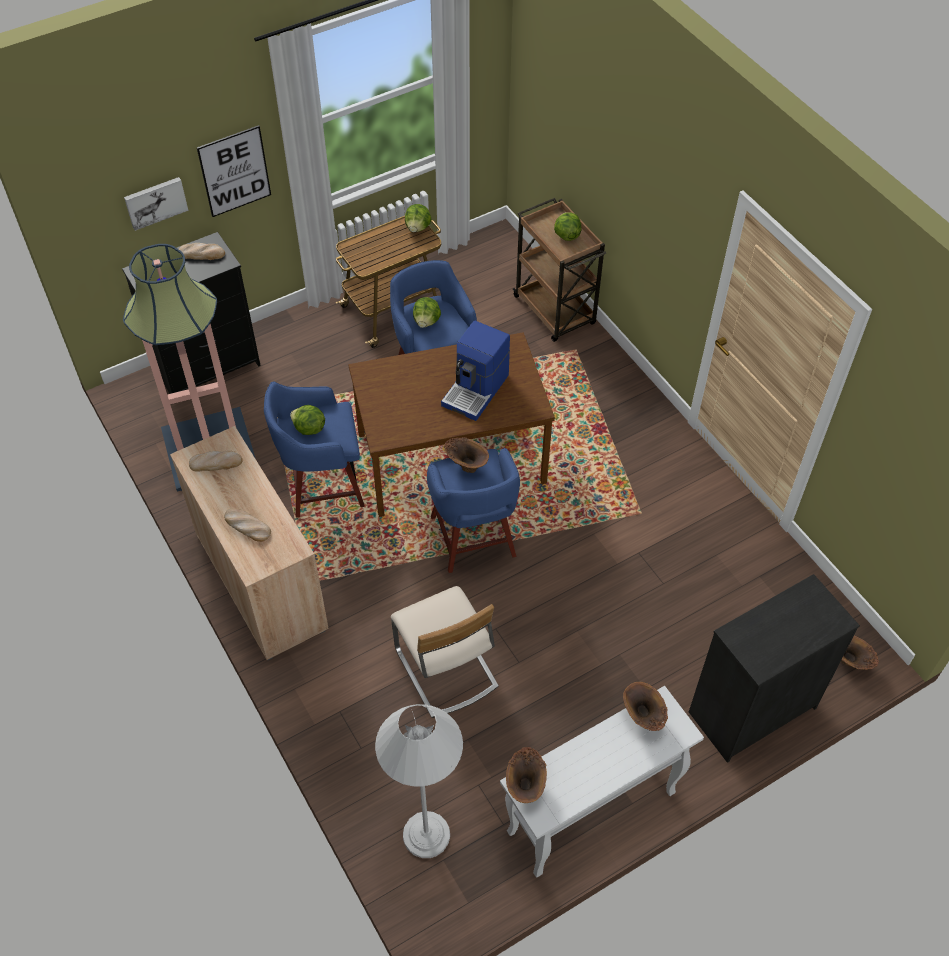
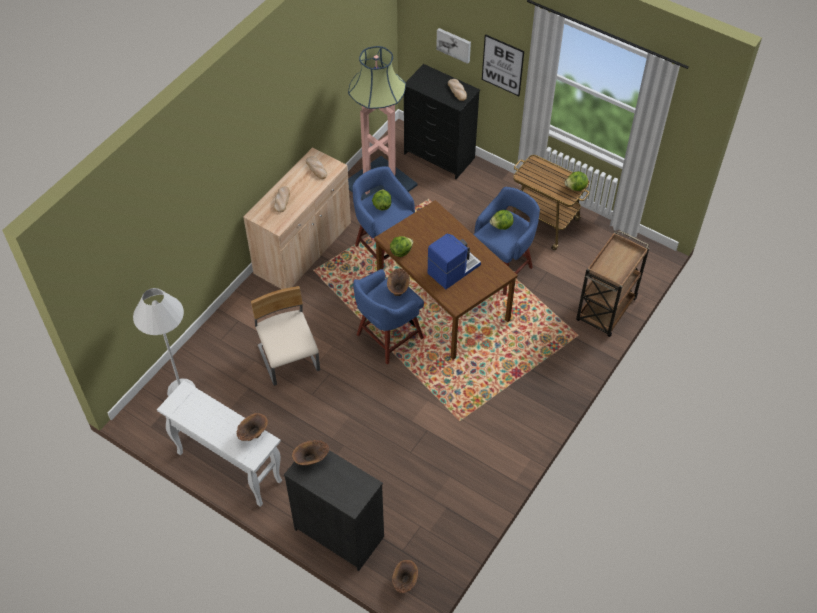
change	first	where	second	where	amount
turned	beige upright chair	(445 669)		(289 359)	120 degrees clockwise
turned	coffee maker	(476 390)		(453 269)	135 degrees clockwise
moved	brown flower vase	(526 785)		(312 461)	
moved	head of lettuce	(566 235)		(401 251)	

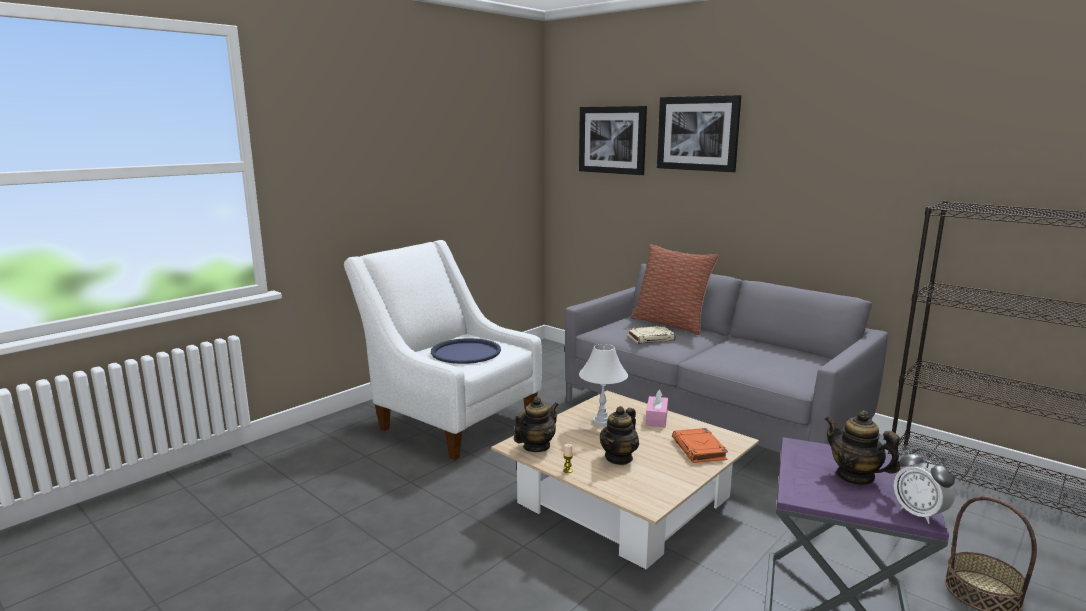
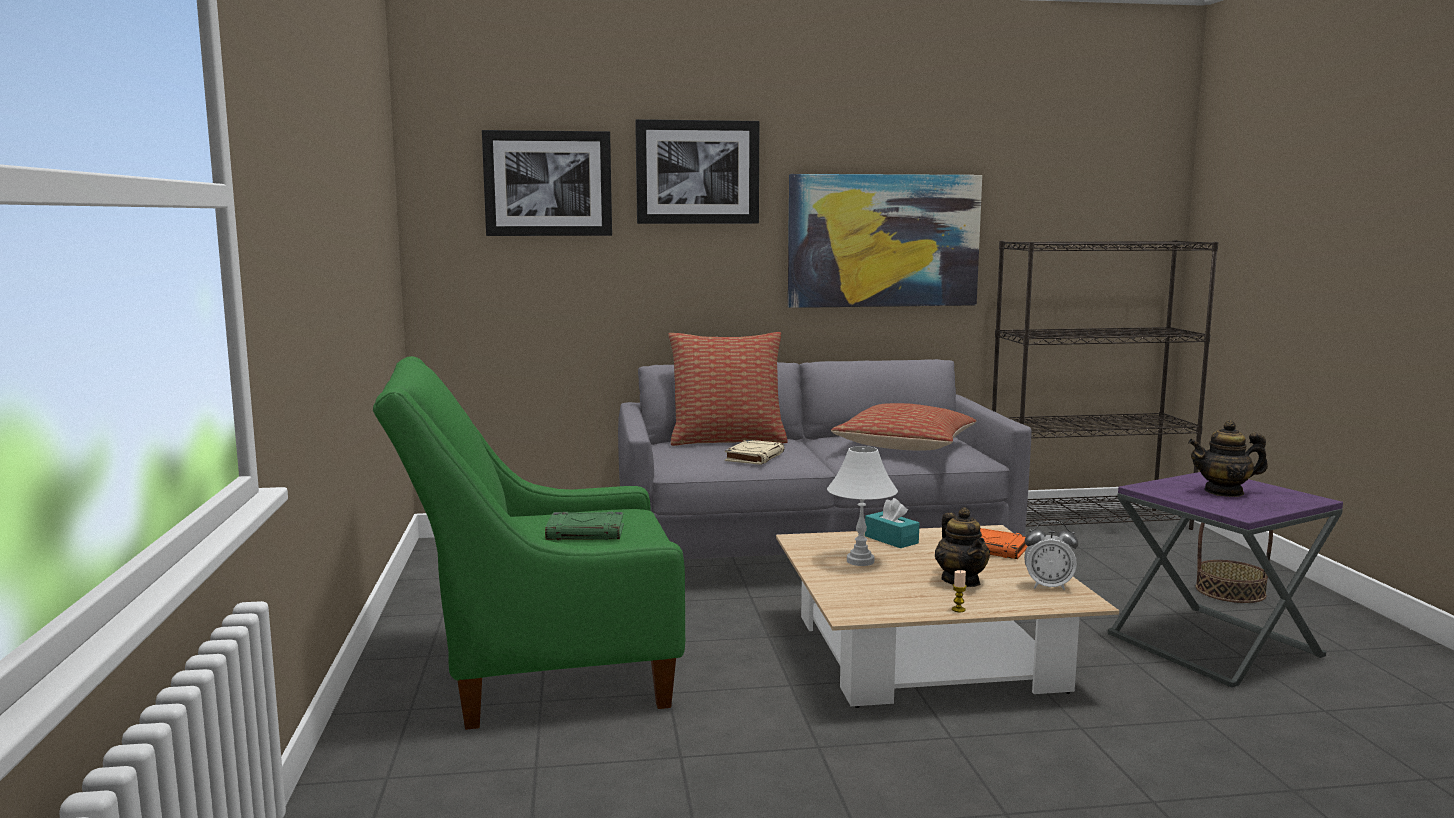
change	first	where	second	where	amount
recoloured	white lounge chair	(450 418)	green lounge chair	(538 671)	
replaced	blue tray	(466 352)	green book	(586 532)	
removed	teapot	(536 447)			
recoloured	pinkish tissue box	(656 418)	turquoise tissue box	(891 539)	
moved	alarm clock	(919 514)		(1048 586)	
added			wall picture	(883 241)	
added			cushion	(905 446)	

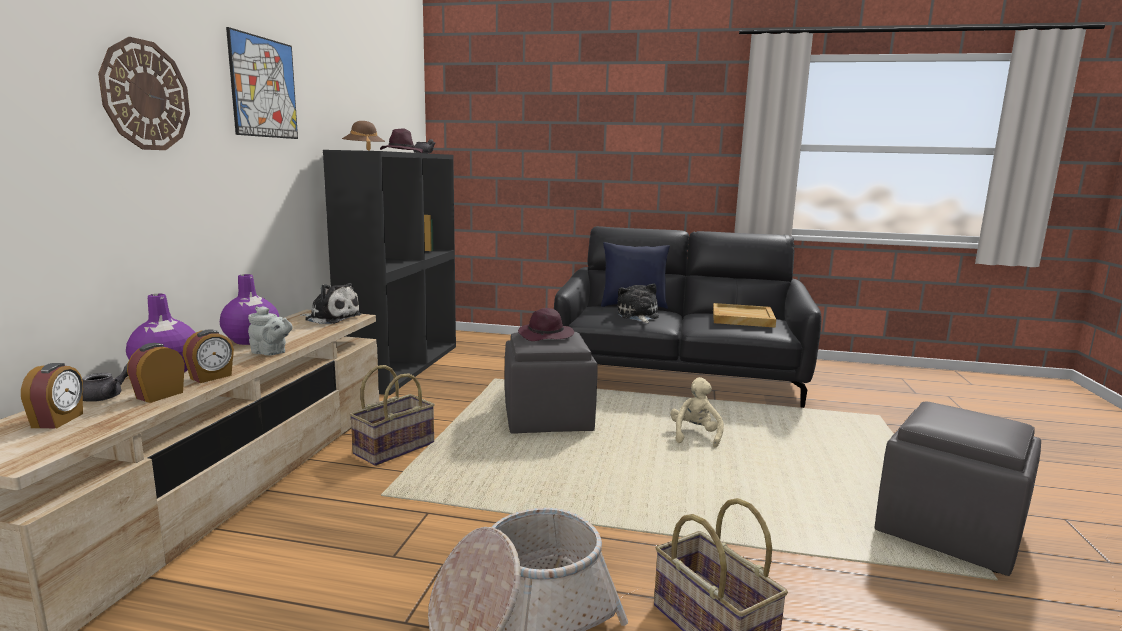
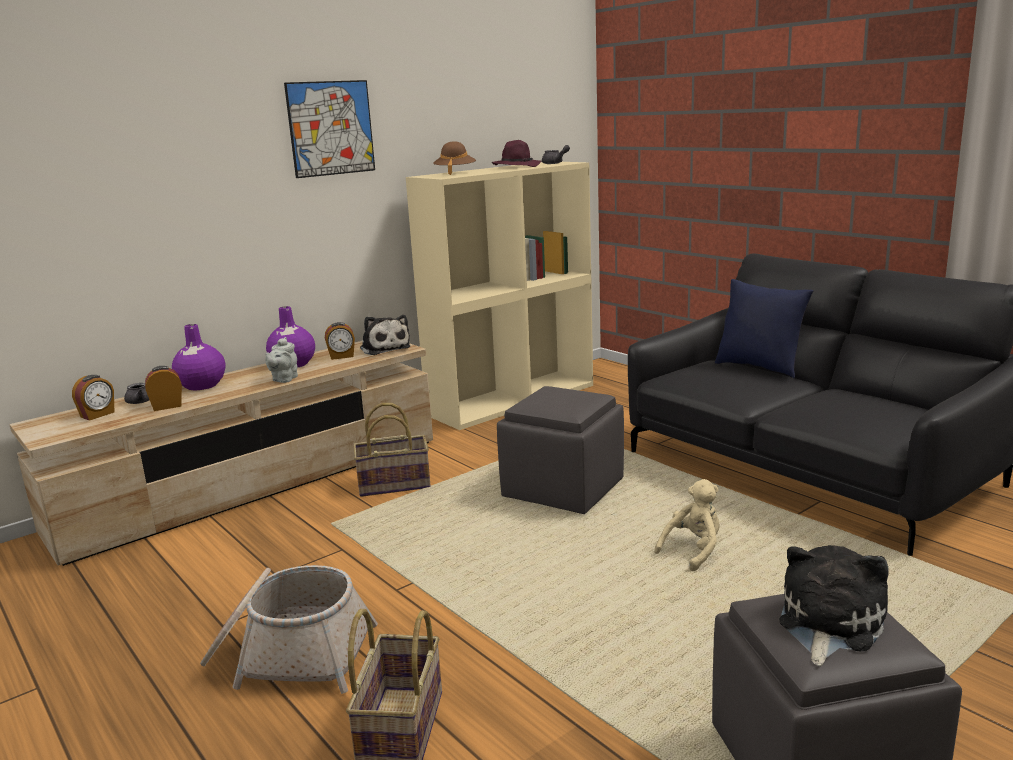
change	first	where	second	where	amount
removed	clock on the wall	(145 95)			
moved	alarm clock	(211 377)		(341 356)	
turned	greyish teapot	(271 353)		(284 379)	45 degrees clockwise
recoloured	black bookcase	(402 365)	beige bookcase	(512 399)	
removed	purple-coloured clothing hat	(546 336)			
moved	soft toy	(638 316)		(827 624)	
removed	beige tray	(742 318)			

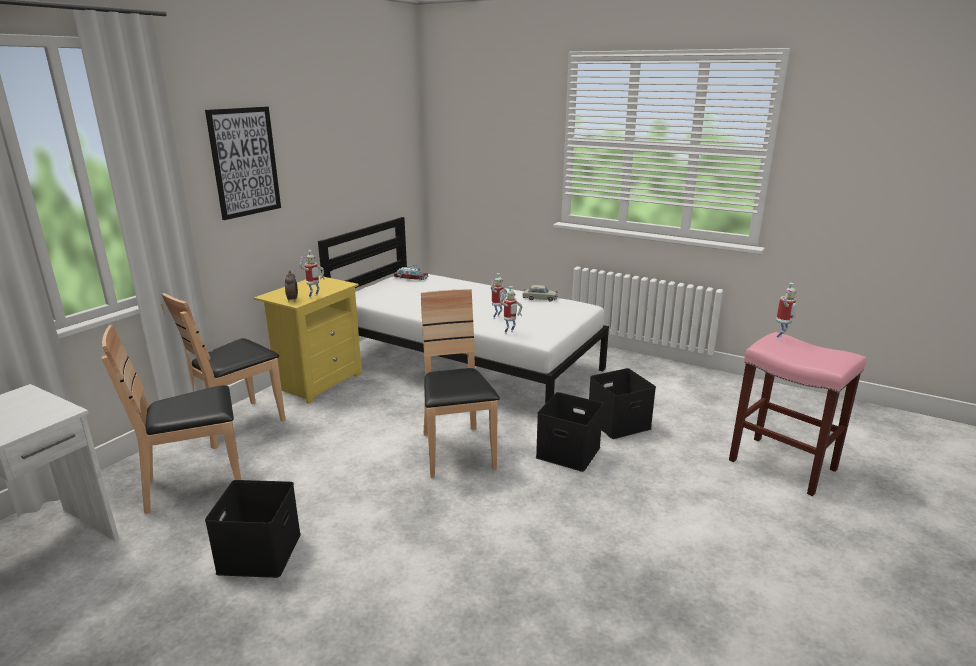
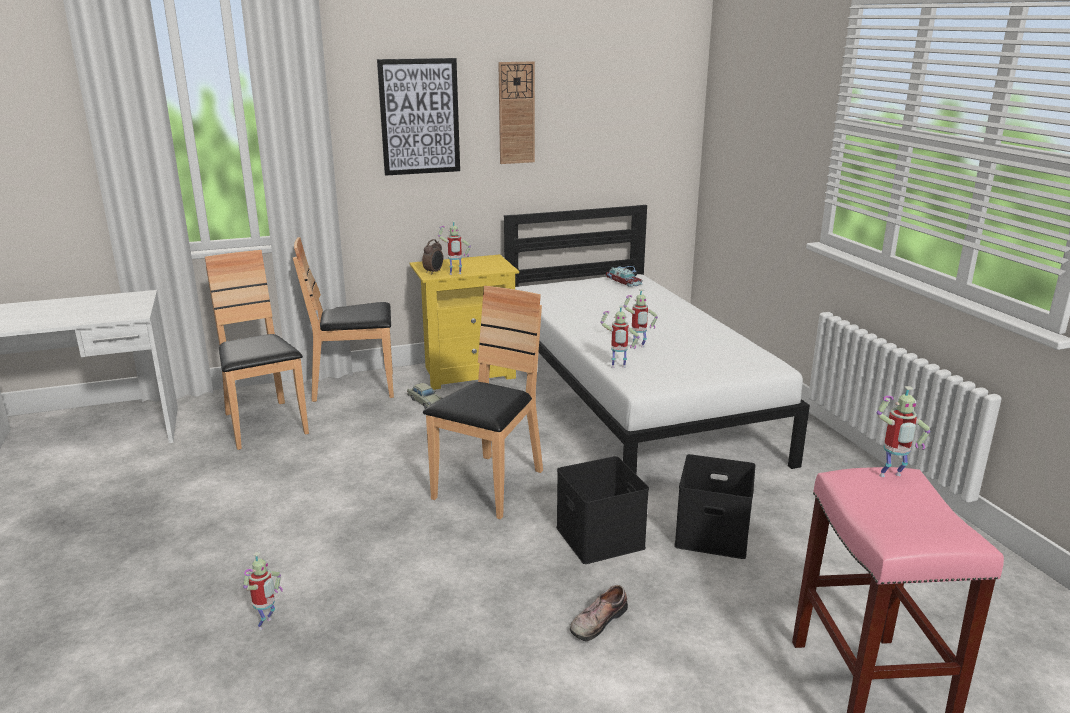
change	first	where	second	where	amount
turned	brown upright chair	(196 485)		(264 424)	45 degrees clockwise
removed	black storage container	(259 552)			
moved	beige miniature car	(540 298)		(425 401)	
added			robot figure	(267 625)	
added			clock on the wall	(516 113)	
added			low shoe	(596 621)	

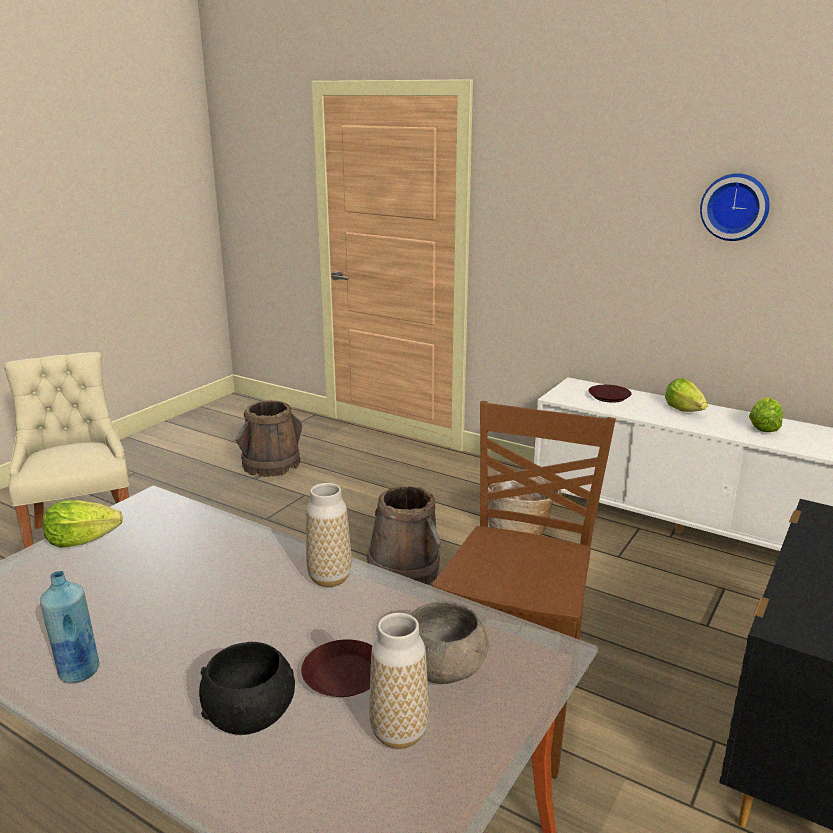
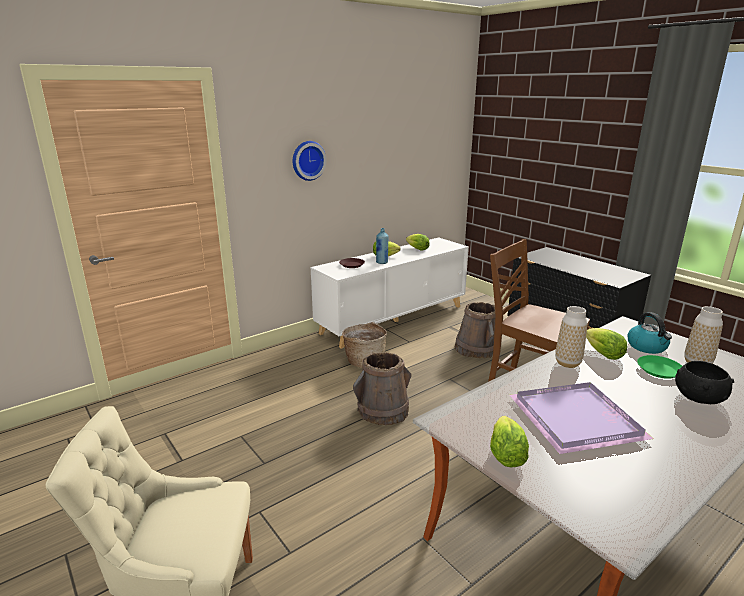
change	first	where	second	where	amount
moved	blue drink bottle	(78 672)		(382 262)	
moved	brown water bucket	(271 465)		(476 349)	
recoloured	brown dinner plate	(345 676)	green dinner plate	(659 370)	
replaced	greyish serving bowl	(445 668)	kettle	(647 347)	
moved	clock on the wall	(735 206)		(307 160)	
added			purple-coloured tray	(578 420)	
added			head of lettuce	(603 354)	

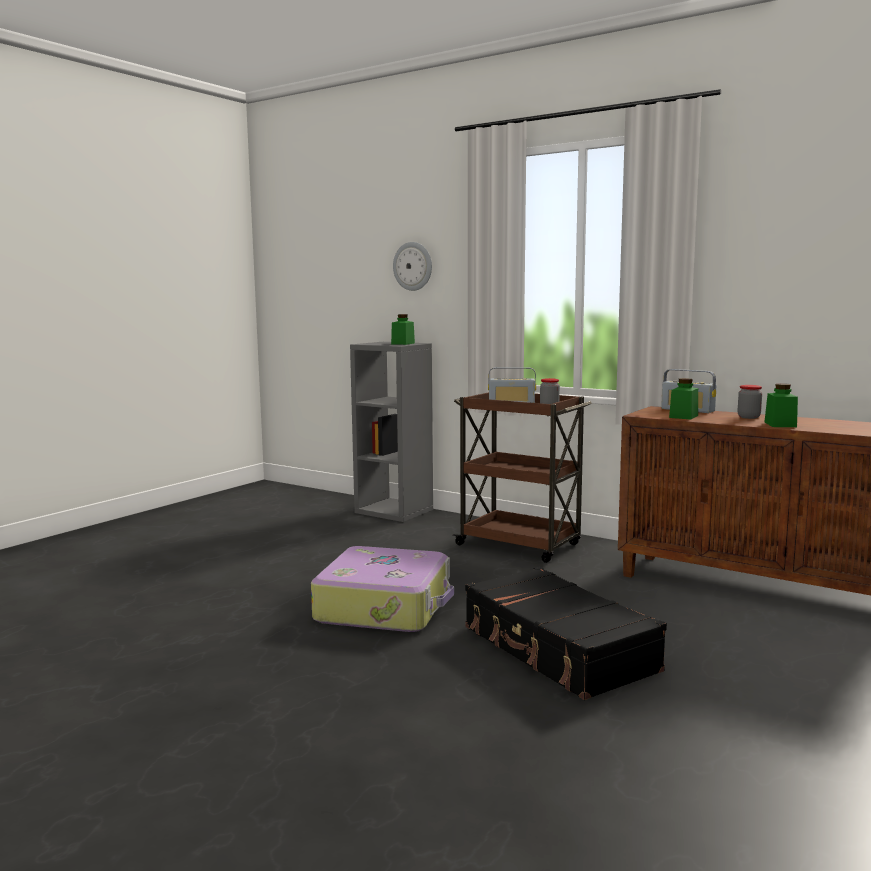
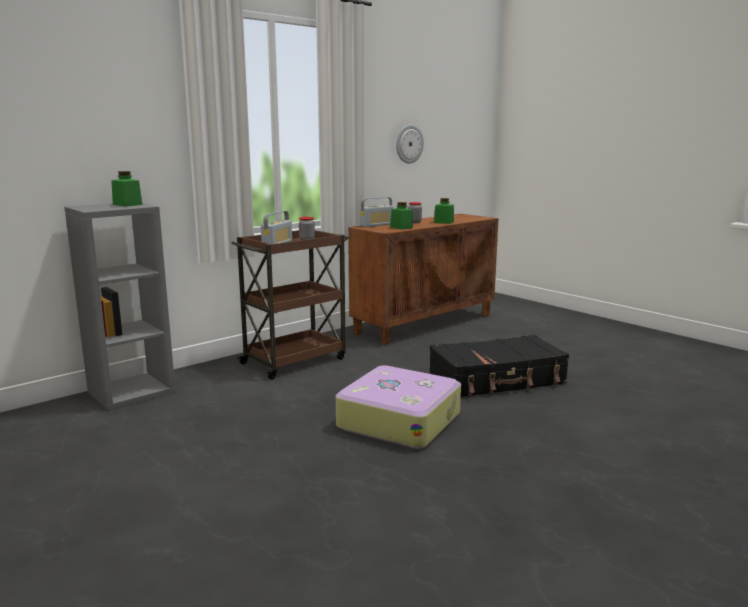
change	first	where	second	where	amount
moved	clock on the wall	(413 266)		(409 144)	

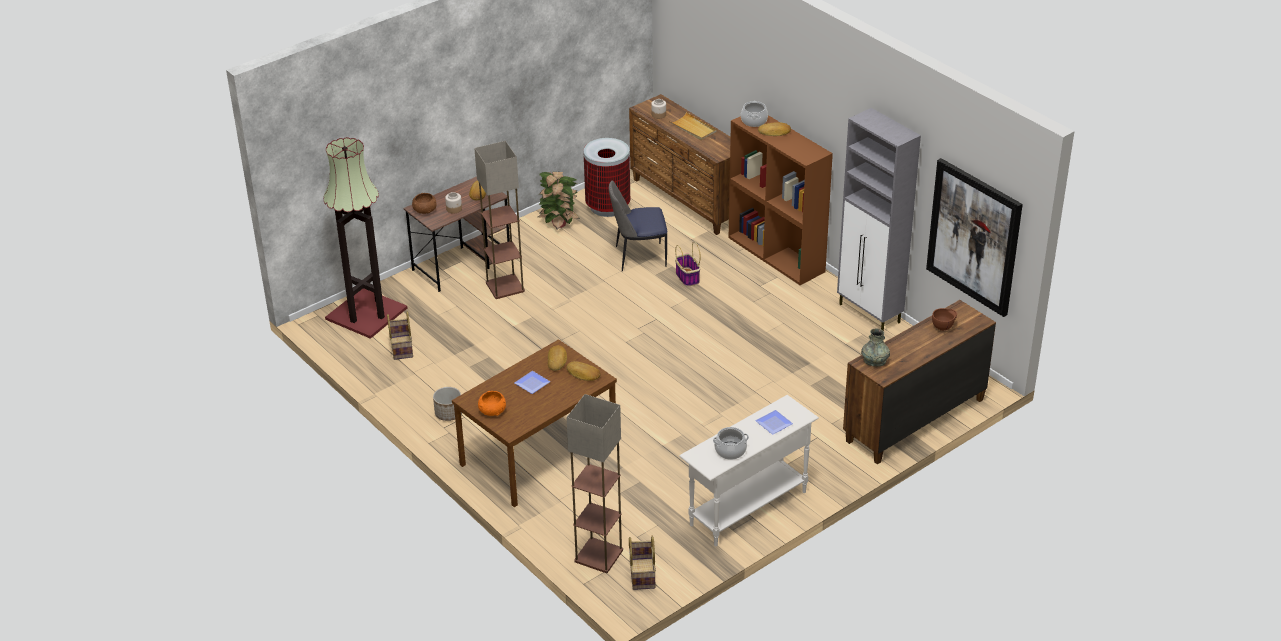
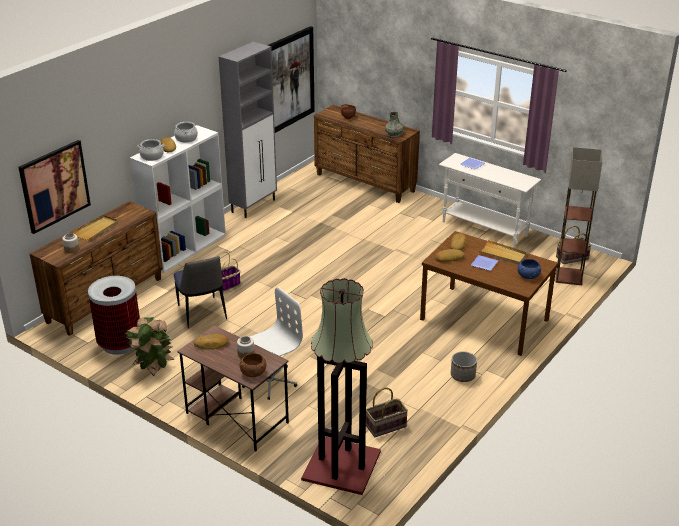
change	first	where	second	where	amount
replaced	floor lamp	(505 287)	white office chair	(269 381)	
recoloured	orange-coloured serving bowl	(492 411)	blue serving bowl	(528 275)	
moved	stockpot	(730 451)		(186 138)	
recoloured	brown bookcase	(777 254)	white bookcase	(185 248)	
added			wall picture	(54 186)	
added			beige tray	(503 254)	

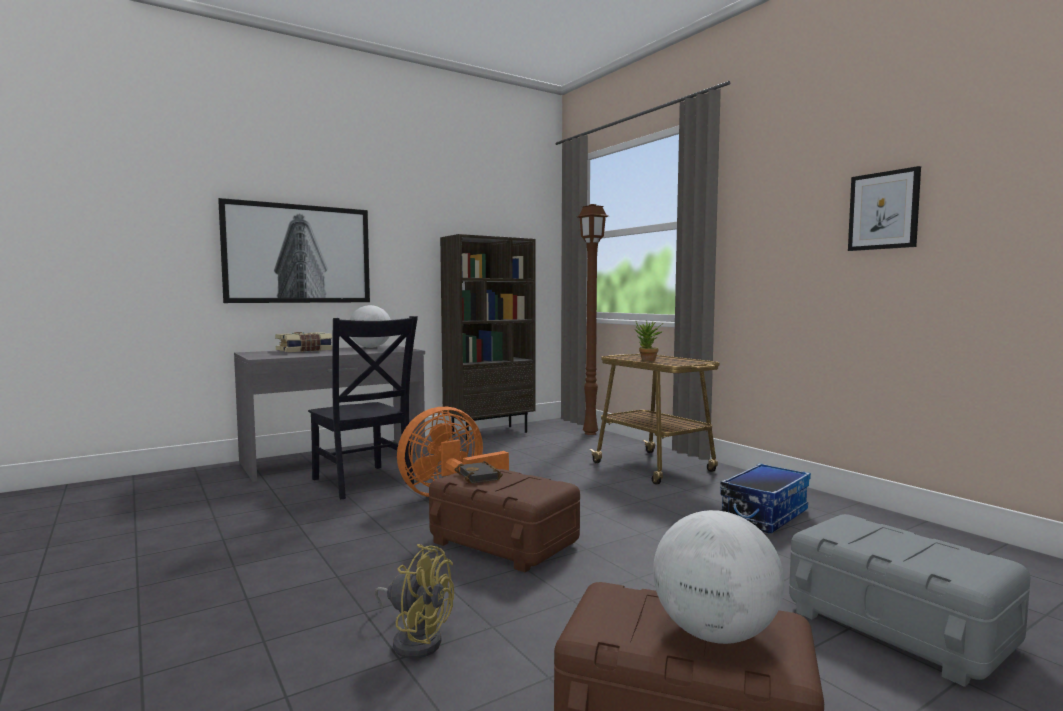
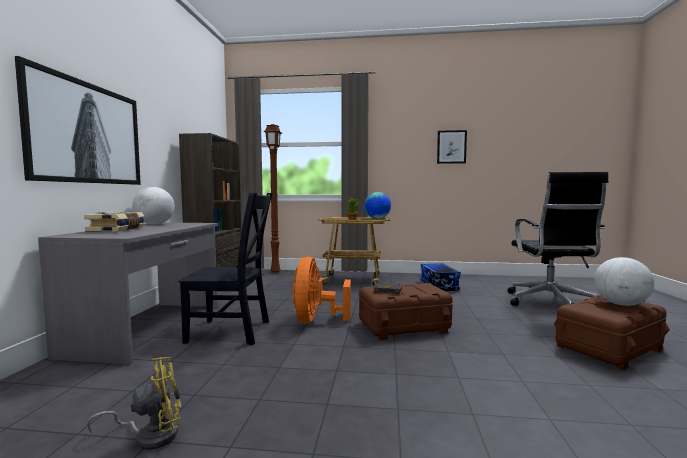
change	first	where	second	where	amount
moved	yellow-coloured electric fan	(415 639)		(150 435)	
replaced	greyish storage container	(897 627)	black office chair	(550 303)	
added			globe	(377 218)	

